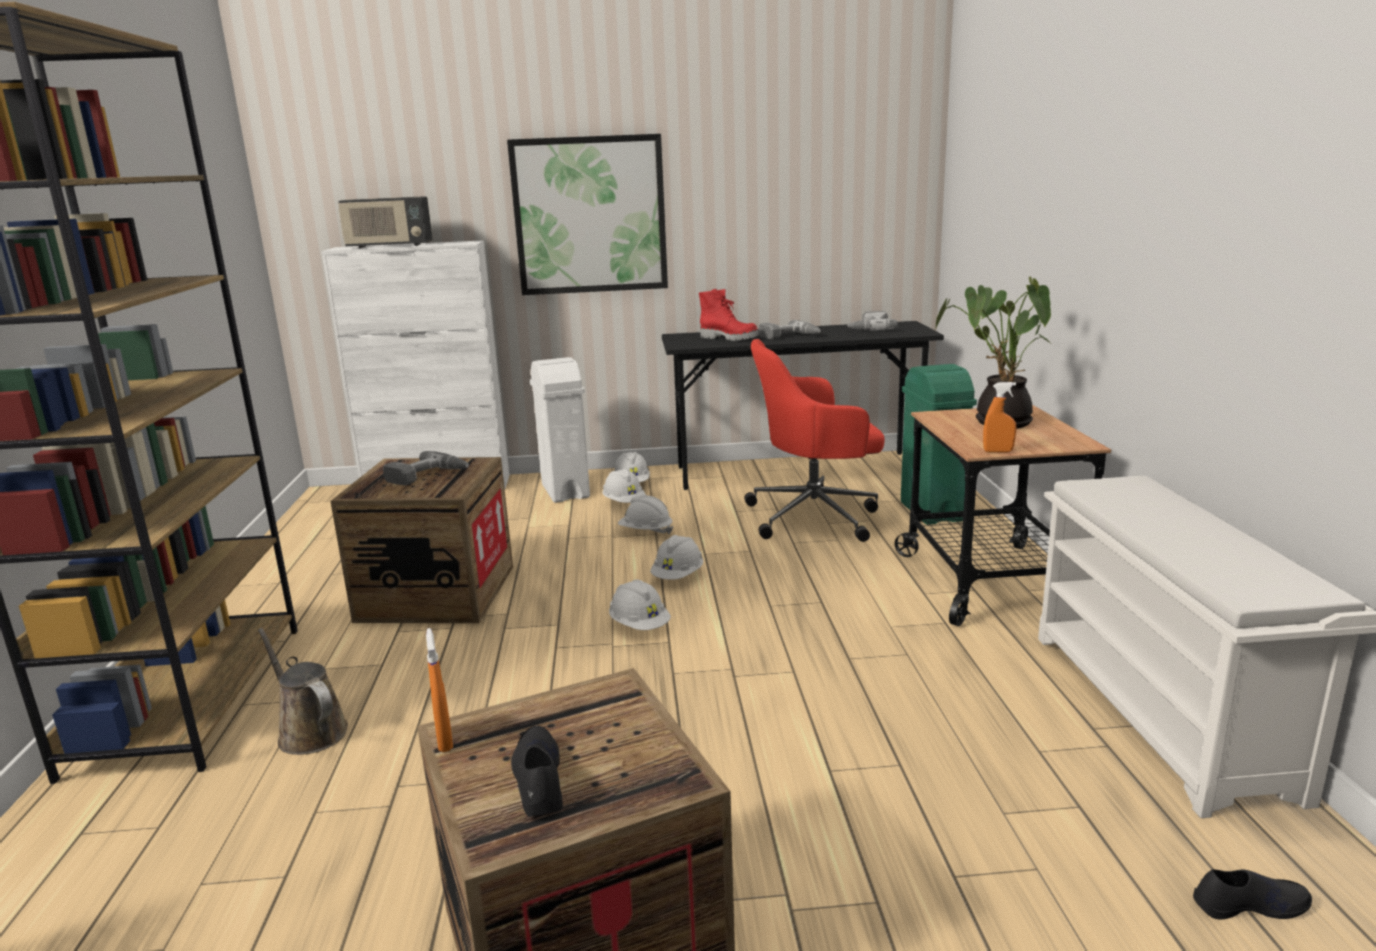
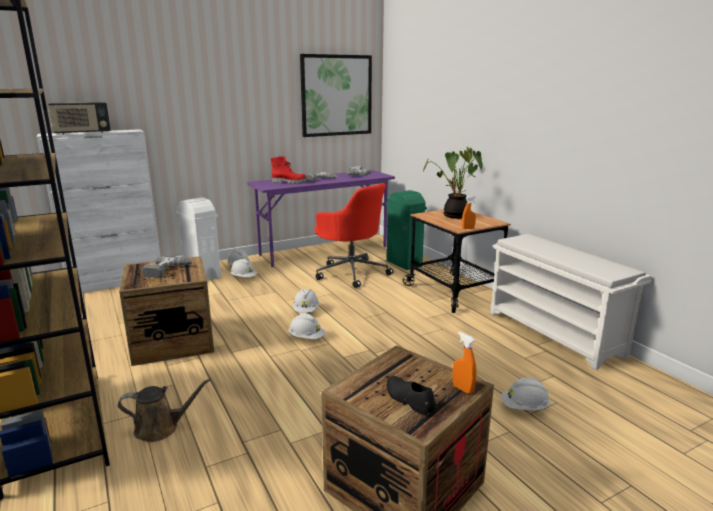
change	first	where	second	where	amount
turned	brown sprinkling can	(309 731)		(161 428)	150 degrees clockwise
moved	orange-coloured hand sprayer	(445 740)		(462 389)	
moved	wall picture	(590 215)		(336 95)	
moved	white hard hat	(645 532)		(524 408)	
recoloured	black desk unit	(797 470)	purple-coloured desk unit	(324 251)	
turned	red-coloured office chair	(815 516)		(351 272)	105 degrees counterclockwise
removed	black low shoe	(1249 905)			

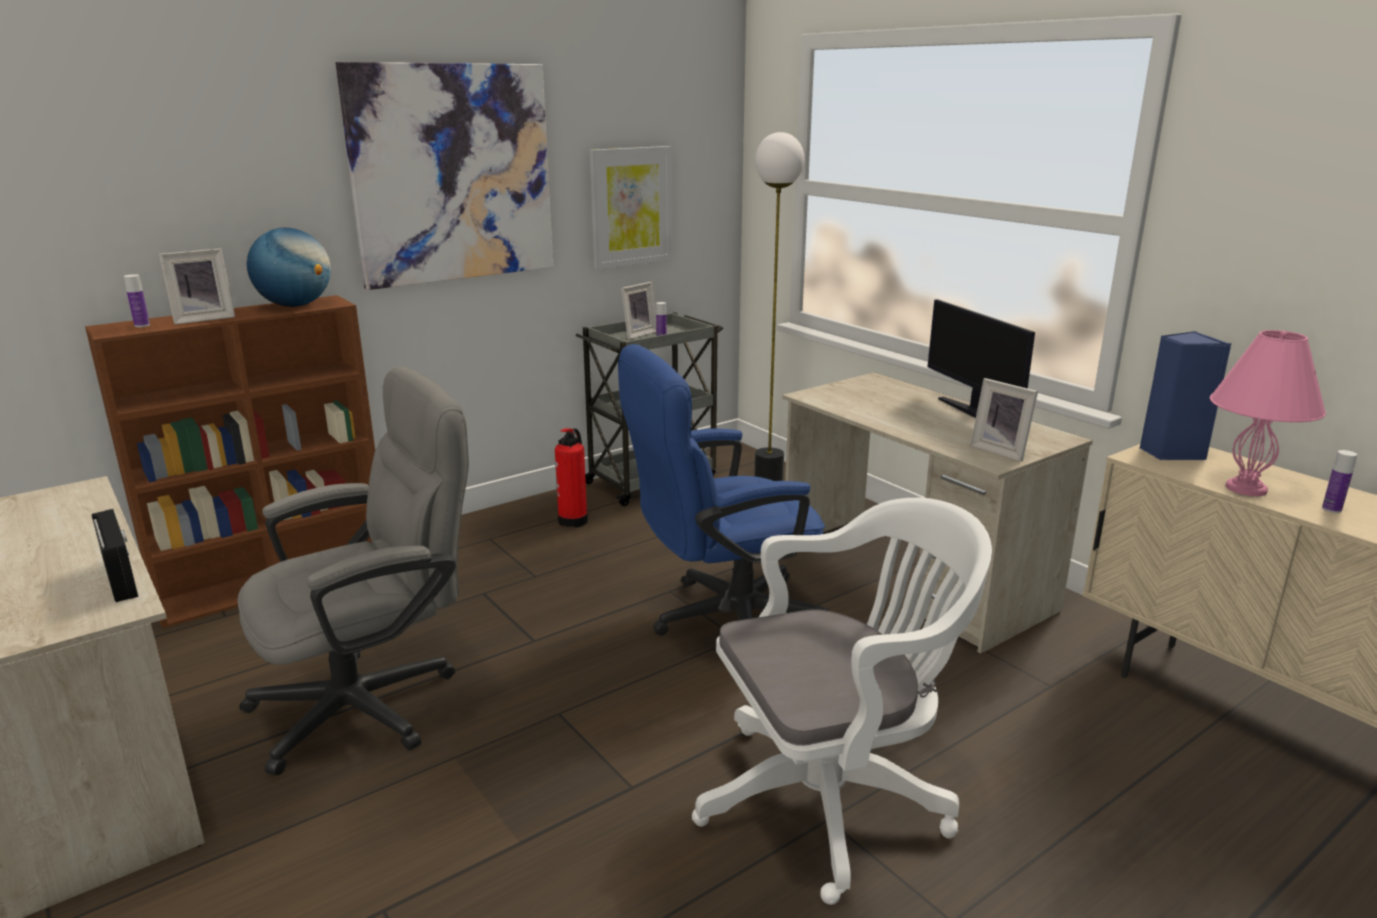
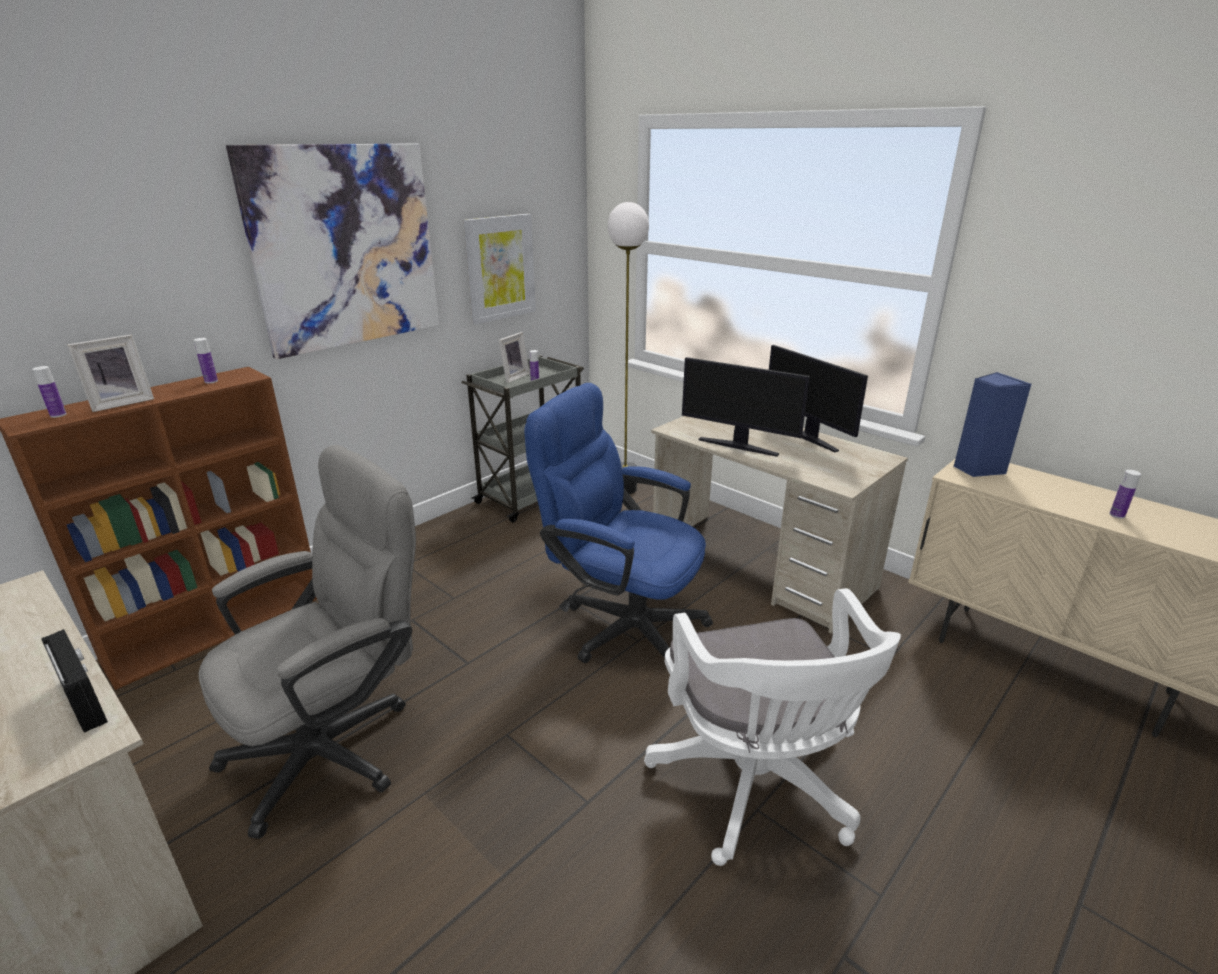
change	first	where	second	where	amount
replaced	globe	(295 305)	drink bottle	(211 381)	
removed	extinguisher	(574 519)			
turned	blue office chair	(723 619)		(622 624)	60 degrees clockwise
turned	white office chair	(834 798)		(756 788)	105 degrees clockwise
removed	standing frame	(1001 451)			
removed	pinkish lamp for a table	(1247 489)			
added			computer screen	(738 446)	

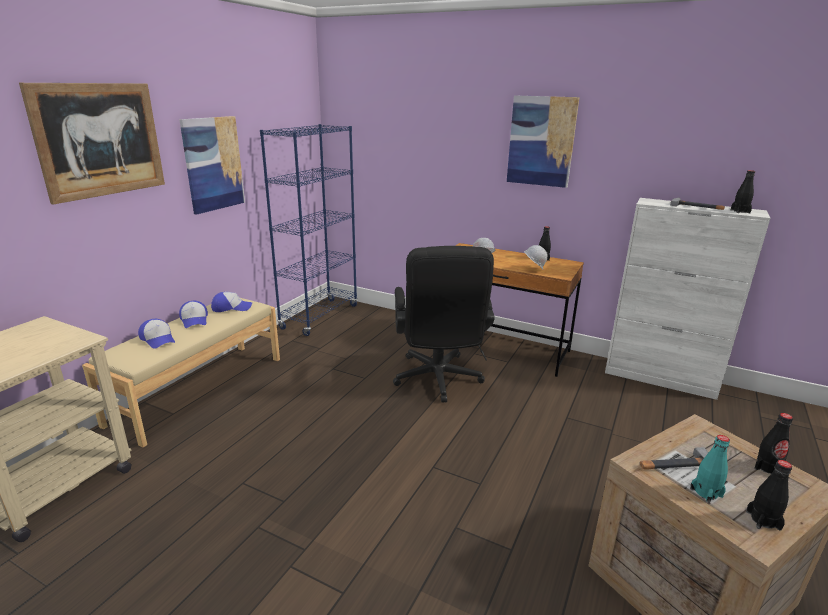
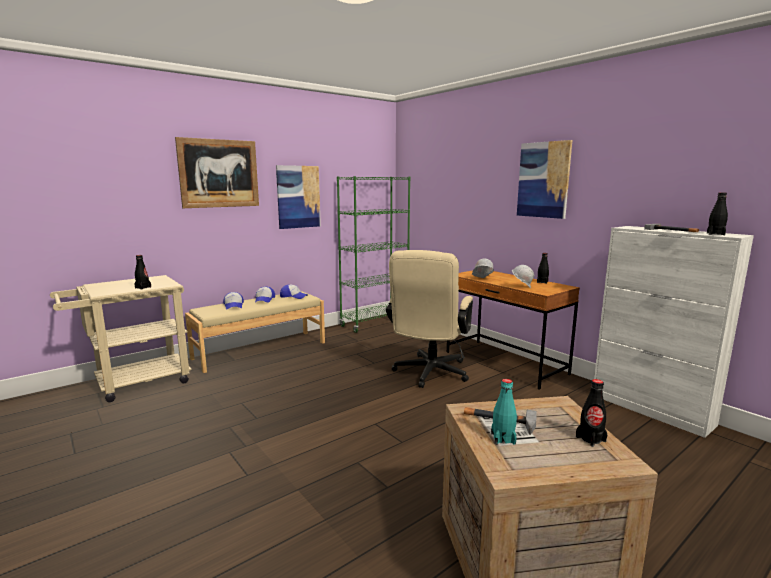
change	first	where	second	where	amount
recoloured	blue bookcase	(319 317)	green bookcase	(375 323)	
recoloured	black office chair	(438 381)	beige office chair	(429 374)	
moved	black drink bottle	(763 520)		(143 287)	

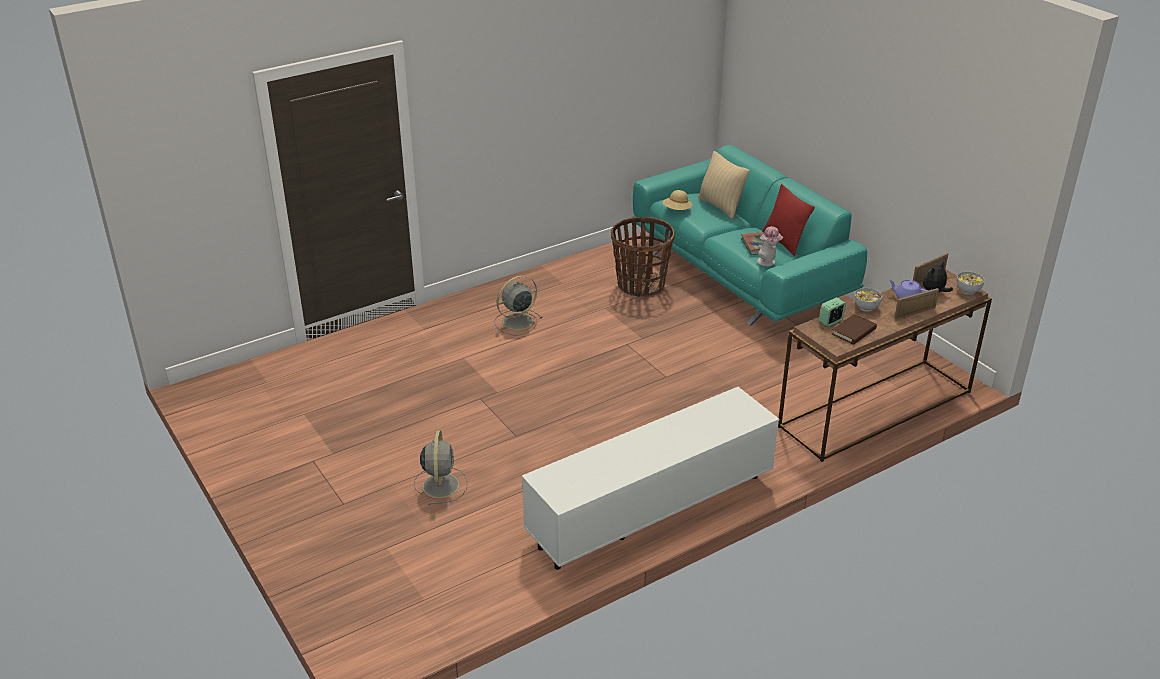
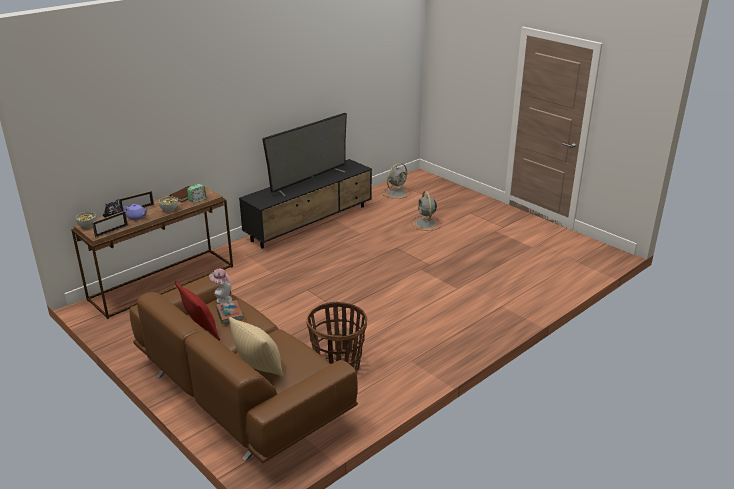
change	first	where	second	where	amount
moved	greyish electric fan	(516 322)		(397 192)	
recoloured	white tv stand	(649 511)	black tv stand	(310 223)	
recoloured	turquoise sofa	(740 273)	brown sofa	(240 391)	
removed	beige clothing hat	(677 210)			
added			TV set	(309 181)	

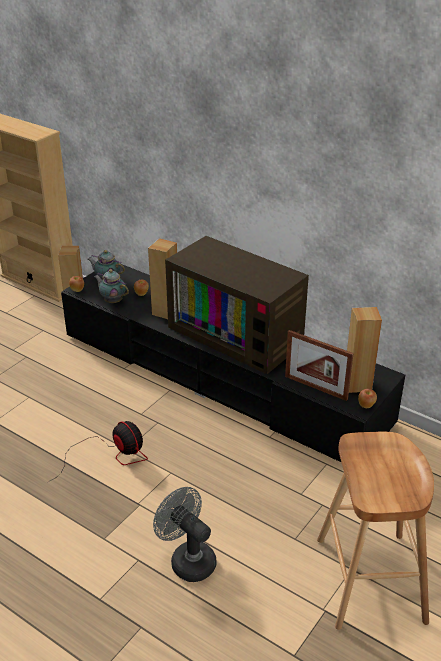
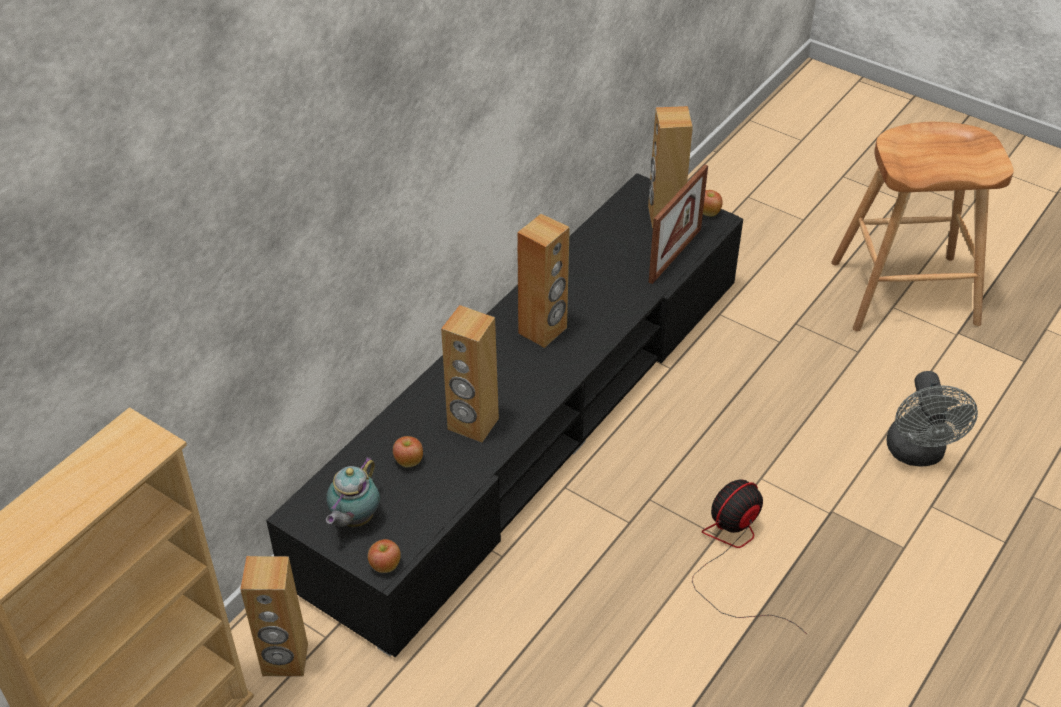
change	first	where	second	where	amount
removed	teapot	(112 301)			
turned	greyish electric fan	(188 559)		(917 454)	45 degrees counterclockwise
replaced	TV set	(238 334)	brown audio speaker	(543 330)	

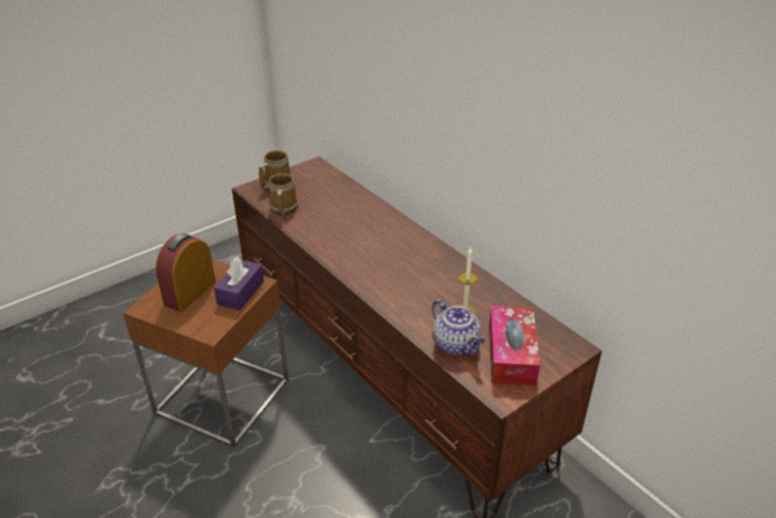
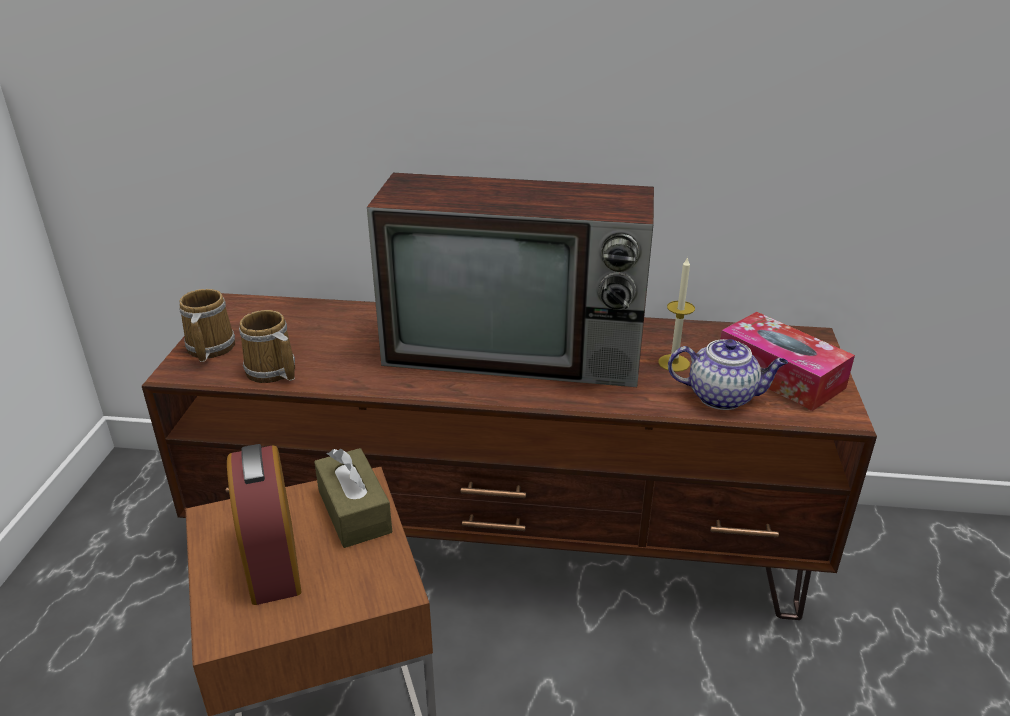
change	first	where	second	where	amount
recoloured	purple-coloured tissue box	(240 292)	brown tissue box	(354 511)	
added			TV set	(518 352)	

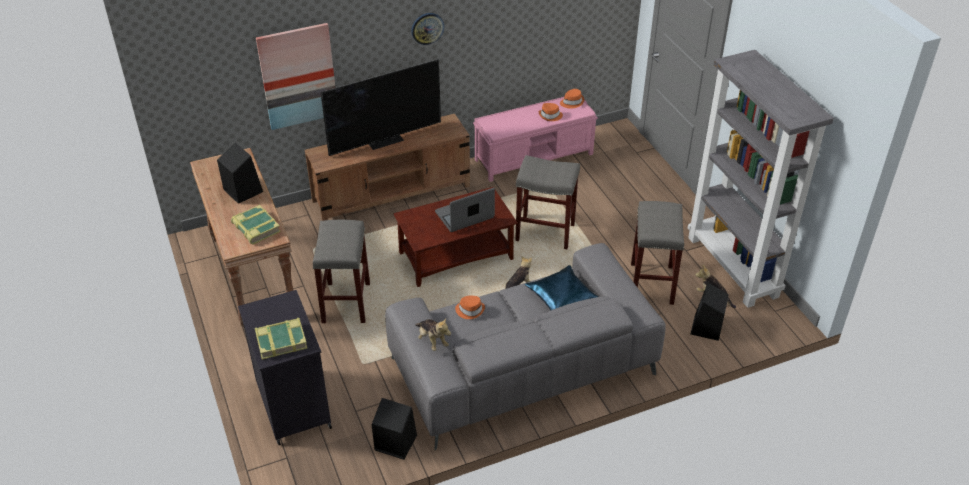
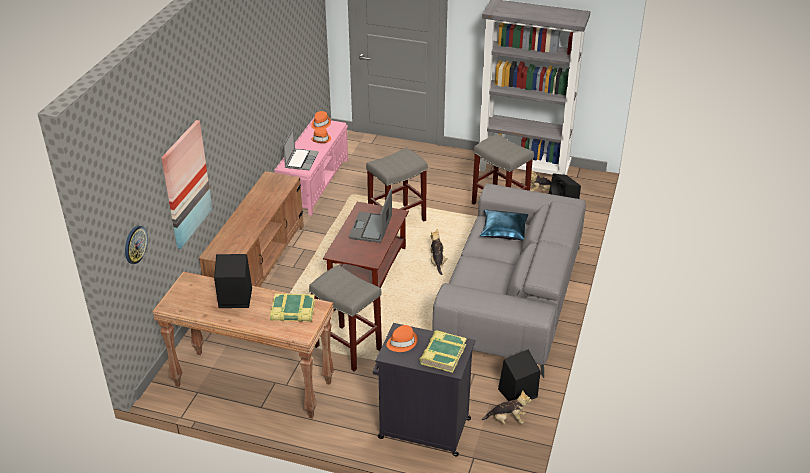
change	first	where	second	where	amount
removed	TV set	(385 140)			
moved	clock on the wall	(427 28)		(135 244)	
moved	soft toy	(432 340)		(507 420)	
moved	orange-coloured clothing hat	(470 310)		(402 342)	
added			laptop	(301 160)	

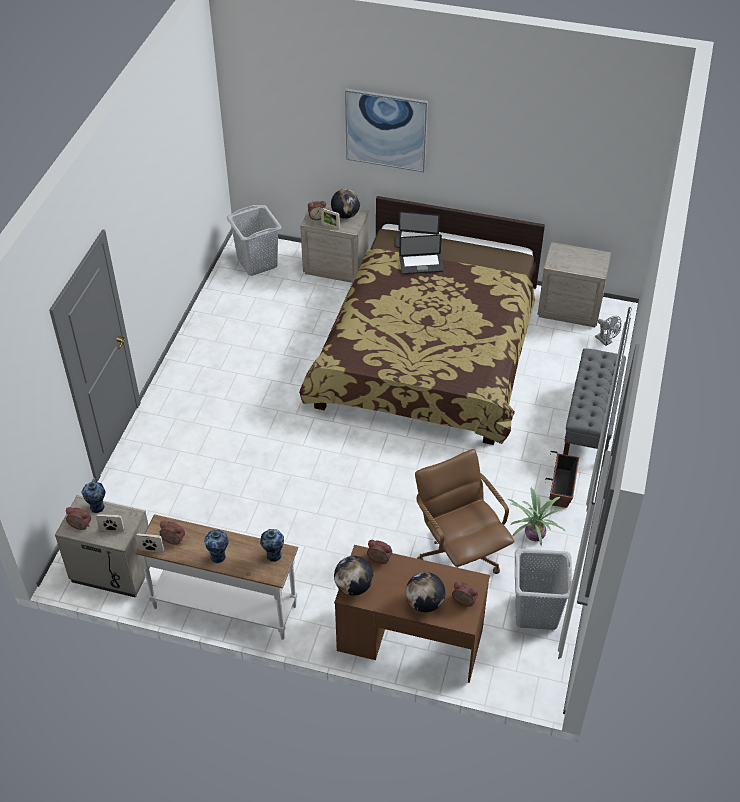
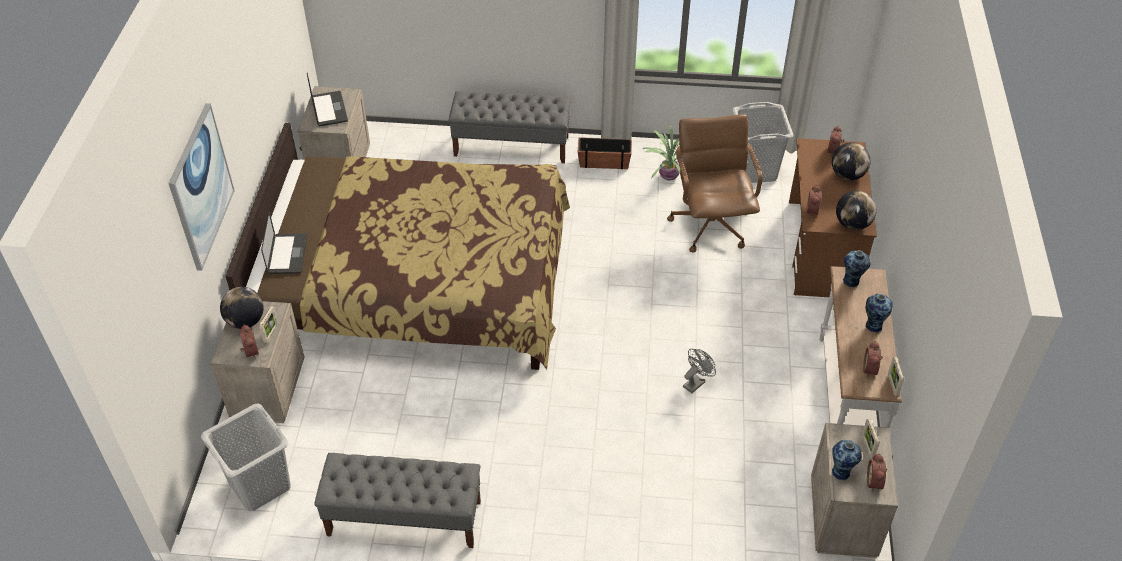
change	first	where	second	where	amount
moved	laptop	(421 265)		(329 109)	
turned	brown office chair	(459 555)		(711 225)	120 degrees clockwise
moved	greyish electric fan	(605 341)		(696 382)	
added			greyish indoor bench	(404 518)	

